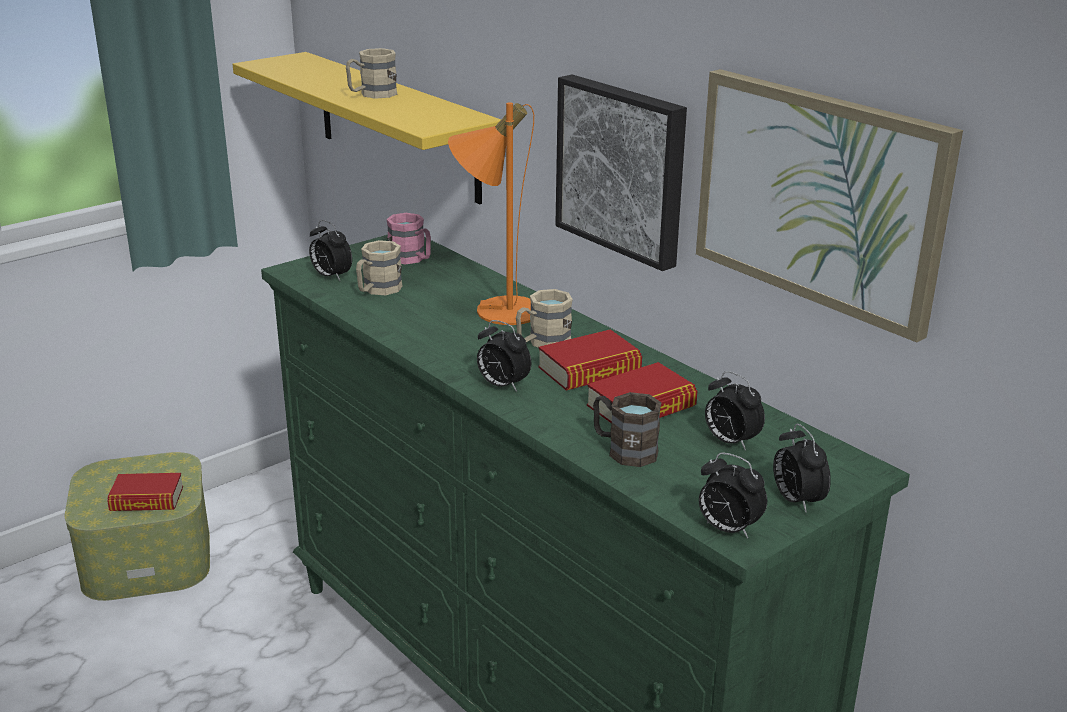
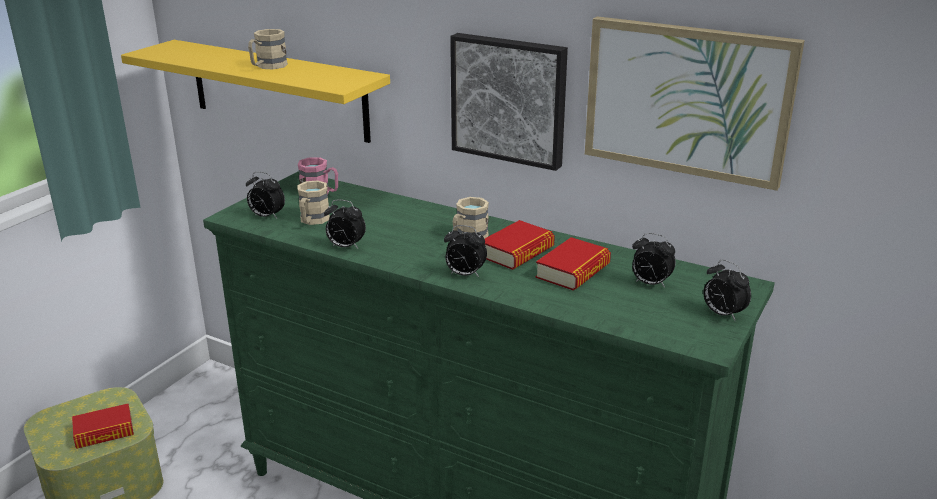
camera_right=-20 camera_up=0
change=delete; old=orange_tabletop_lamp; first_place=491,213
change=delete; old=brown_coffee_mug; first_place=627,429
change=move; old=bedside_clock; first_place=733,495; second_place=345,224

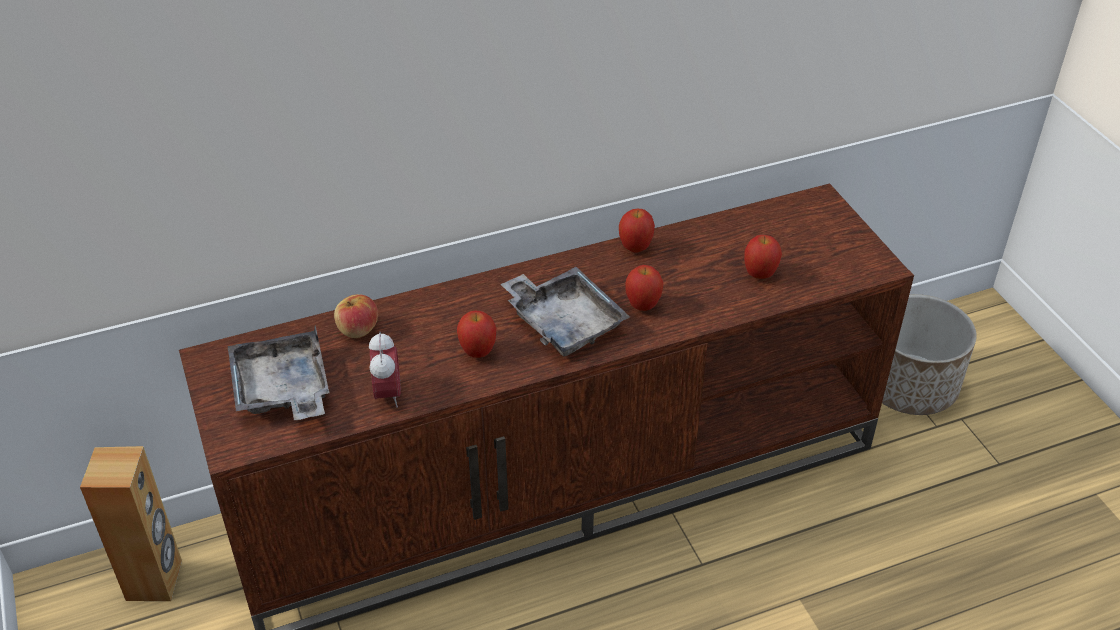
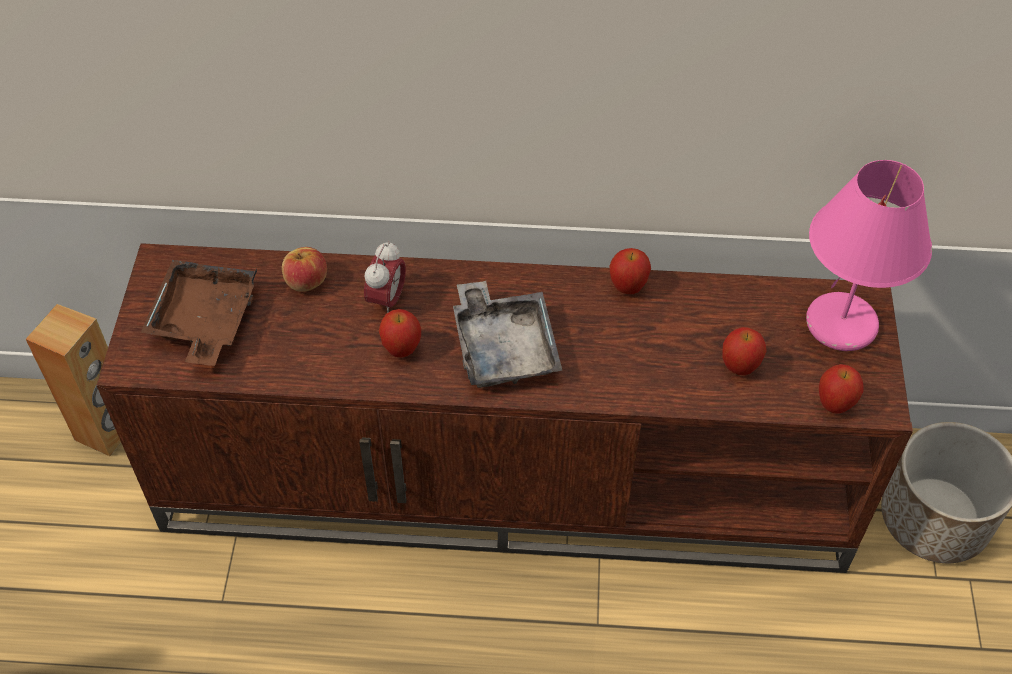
camera_right=25 camera_up=10
change=move; old=apple; first_place=644,288; second_place=841,389
change=recolor; old=greyish_carrying_tray; new=brown_carrying_tray; first_place=278,373; second_place=199,313
change=move; old=bedside_clock; first_place=385,369; second_place=385,277
change=insert; new=pink-coloured_tabletop_lamp; second_place=869,255

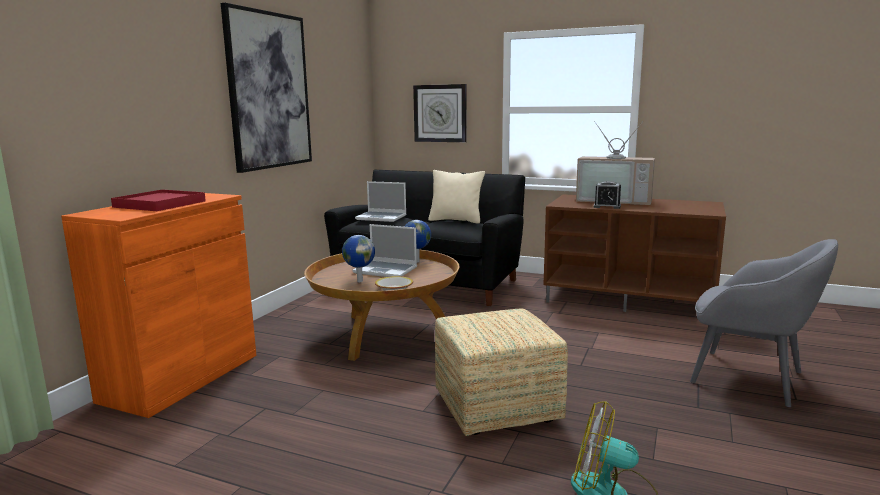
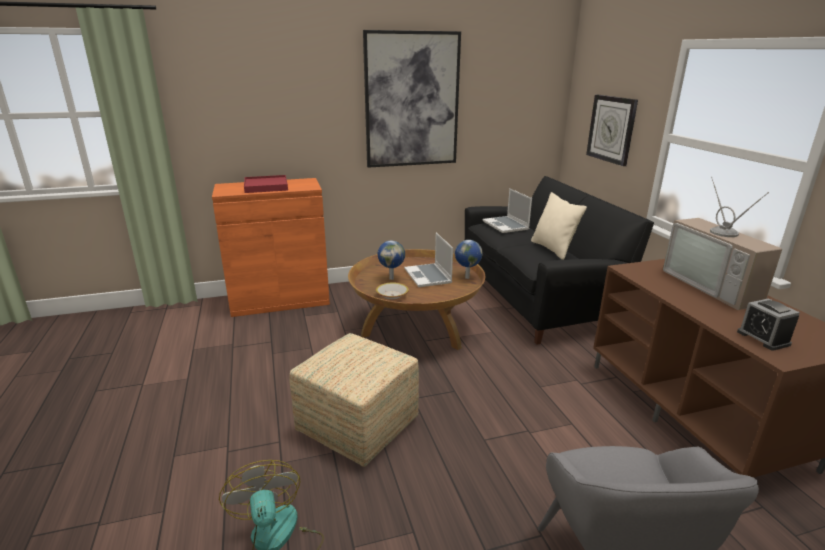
camera_right=50 camera_up=10
change=move; old=bedside_clock; first_place=607,195; second_place=768,324

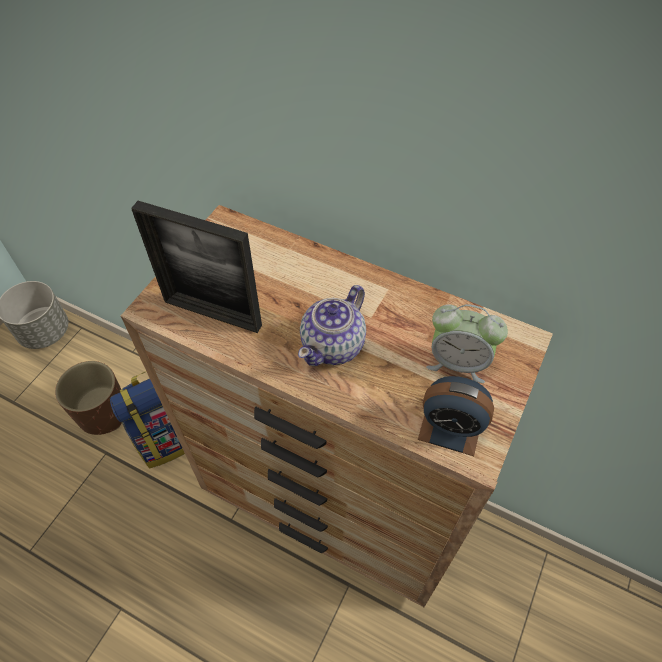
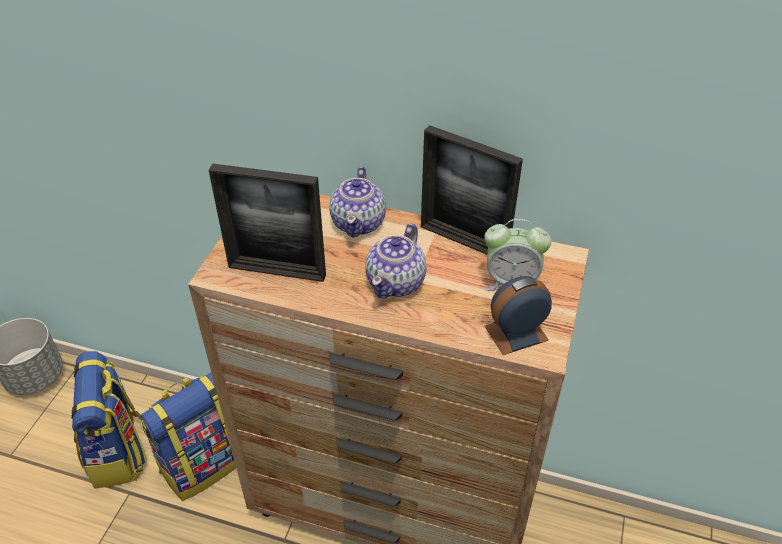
camera_right=-10 camera_up=-10
change=replace; old=brown_flower_pot; new=backpack; first_place=88,398; second_place=109,419
change=rotate; old=bedside_clock; first_place=456,416; second_place=518,315; degrees=150
change=insert; new=picture_frame; second_place=472,190
change=insert; new=pot_for_tea; second_place=357,202

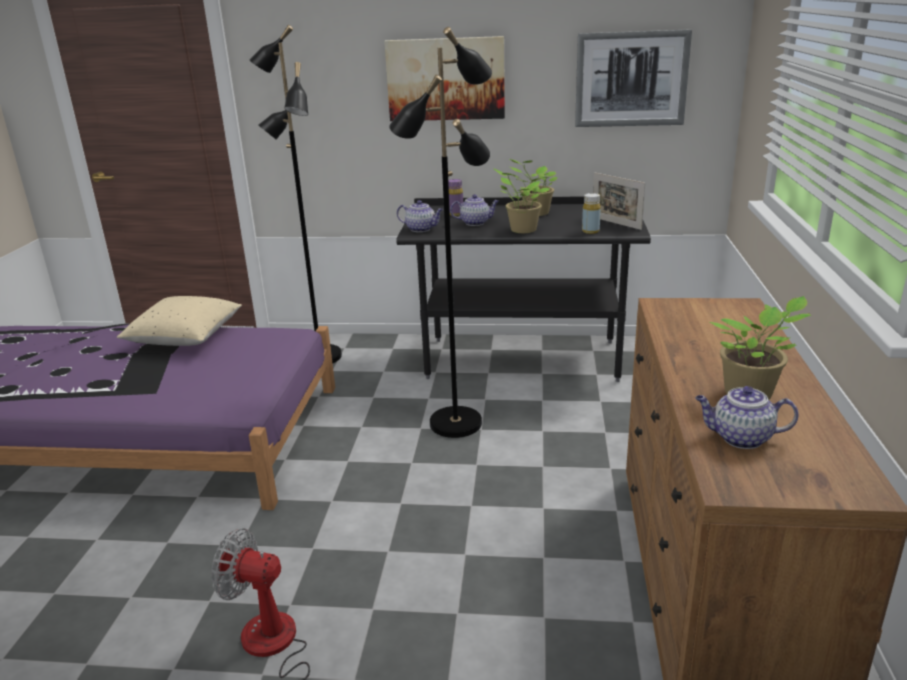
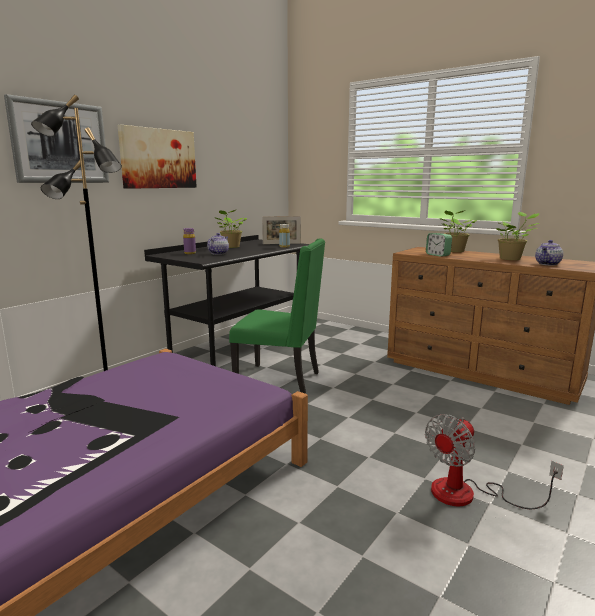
camera_right=-60 camera_up=-10
change=replace; old=blackish_standard_lamp; new=green-coloured_upright_chair; first_place=440,232; second_place=277,316
change=move; old=wall_art; first_place=633,78; second_place=56,138
change=move; old=houseplant; first_place=522,201; second_place=458,231
change=delete; old=pot_for_tea; first_place=420,216
change=delete; old=beige_pillow; first_place=179,321
change=insert; new=bedside_clock; second_place=439,245

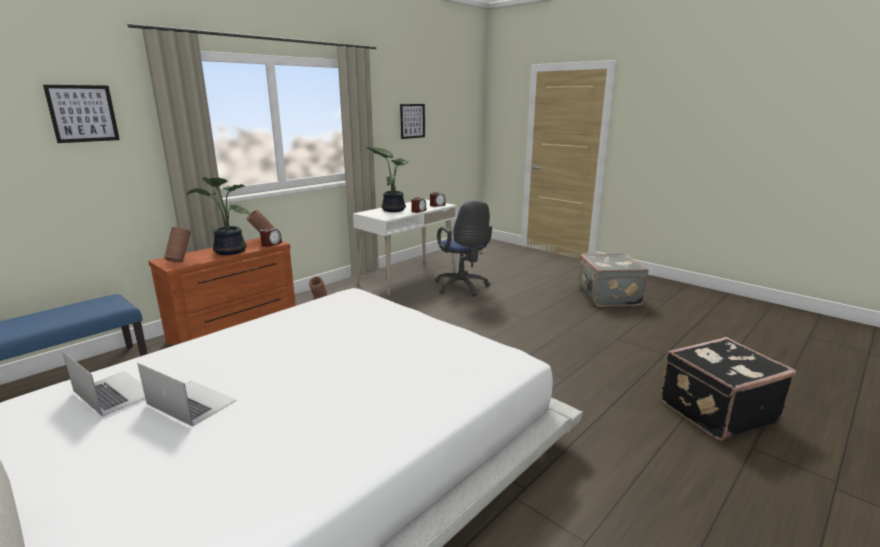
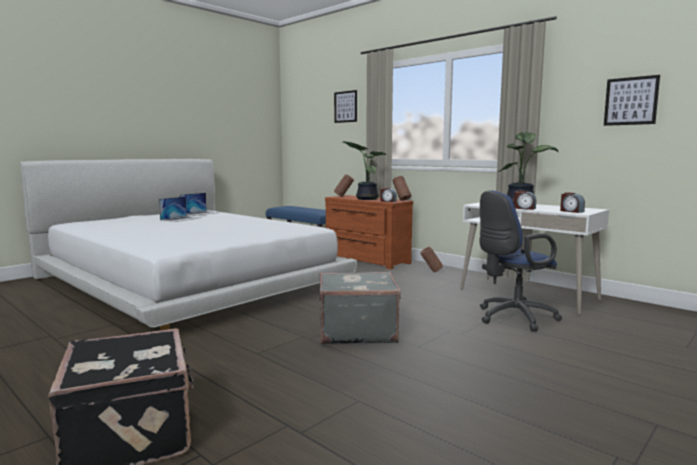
camera_right=90 camera_up=-10
change=move; old=greyish_suitcase; first_place=613,280; second_place=360,308

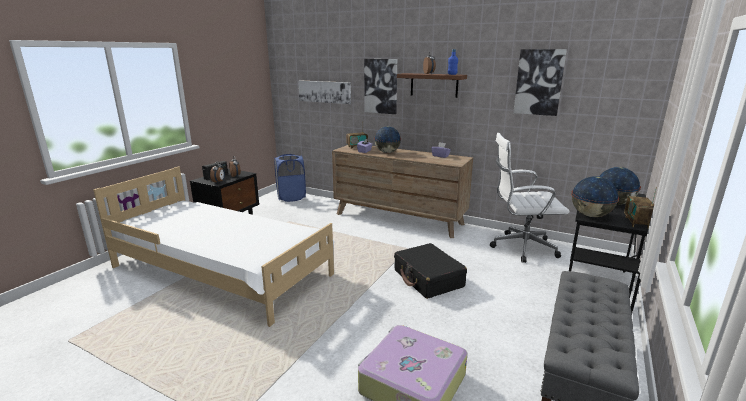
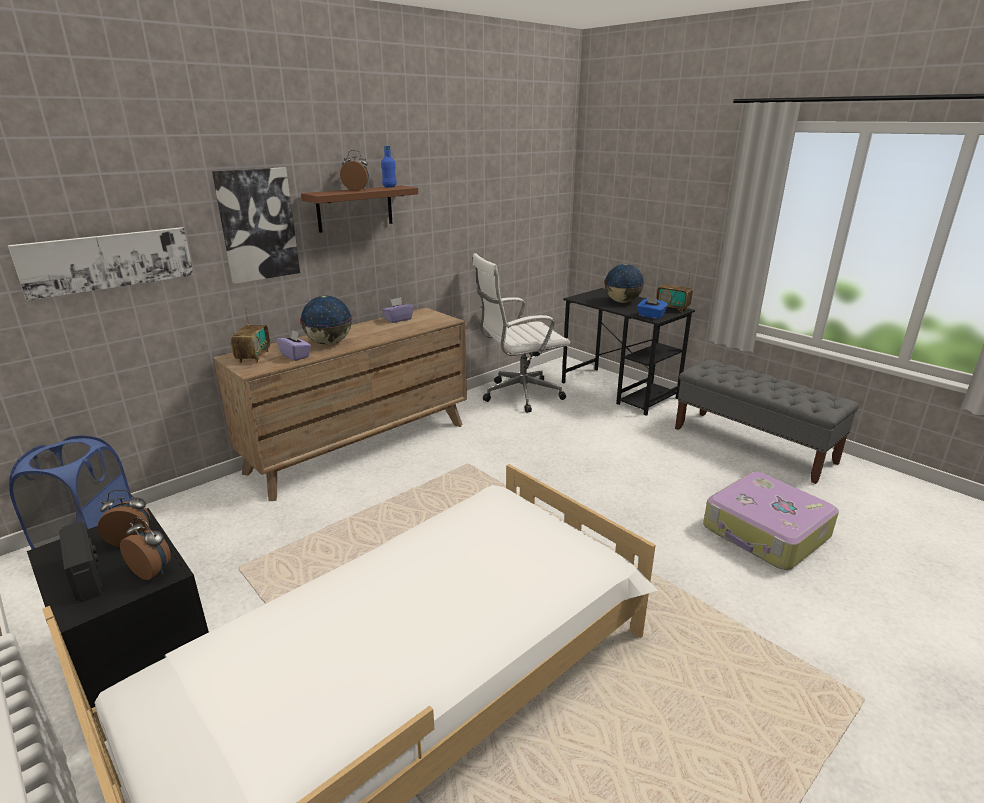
camera_right=-70 camera_up=5
change=delete; old=wall_art; first_place=540,82
change=rotate; old=whitish_computer_chair; first_place=530,198; second_place=521,333; degrees=45
change=replace; old=desk_globe; new=bluish_tissue_box; first_place=595,196; second_place=652,307
change=delete; old=blackish_suitcase; first_place=430,271

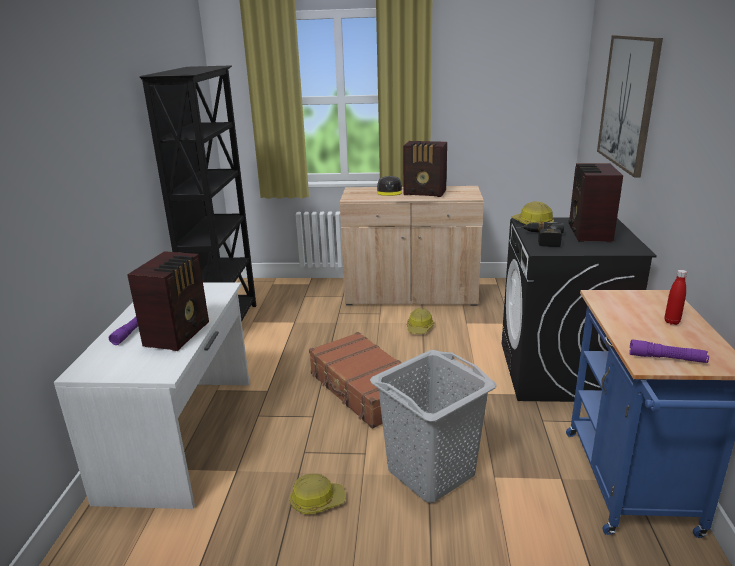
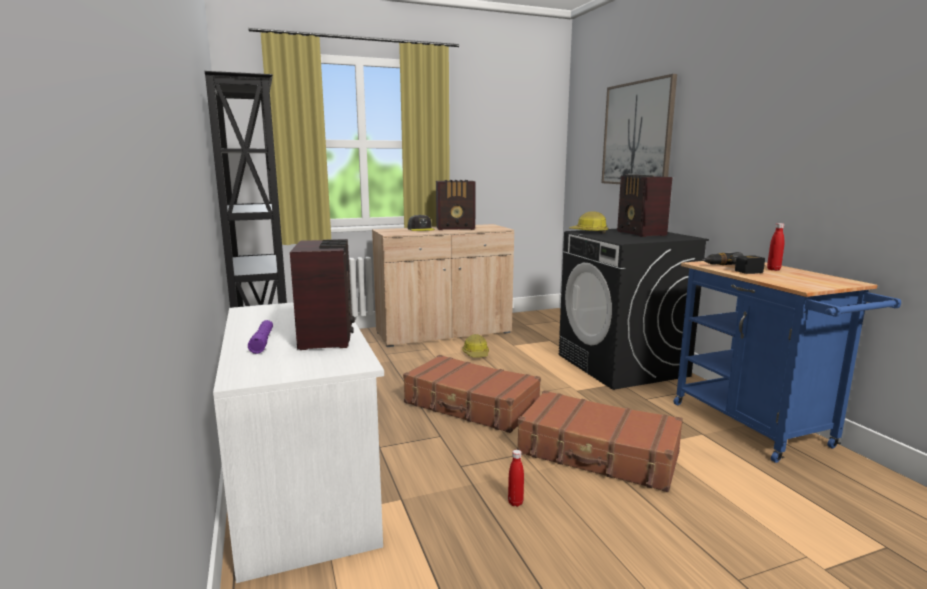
camera_right=-25 camera_up=-10
change=move; old=drill; first_place=542,234; second_place=733,263
change=delete; old=purple-coloured_hand_torch; first_place=669,351
change=replace; old=greyish_hamper; new=brown_suitcase; first_place=433,426; second_place=600,441
change=replace; old=hard_hat; new=red-coloured_bottle; first_place=318,494; second_place=516,478

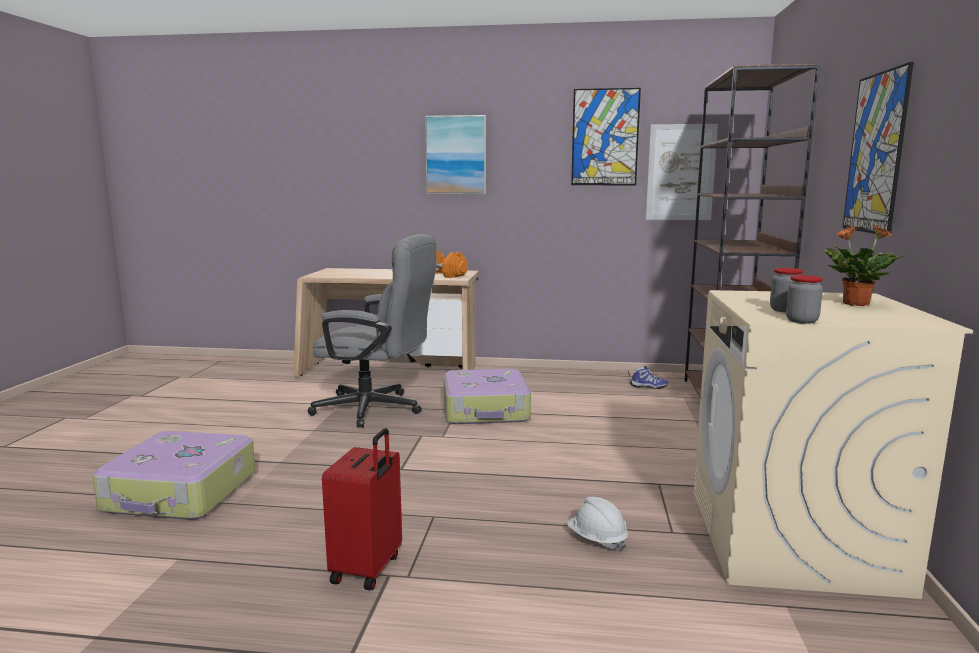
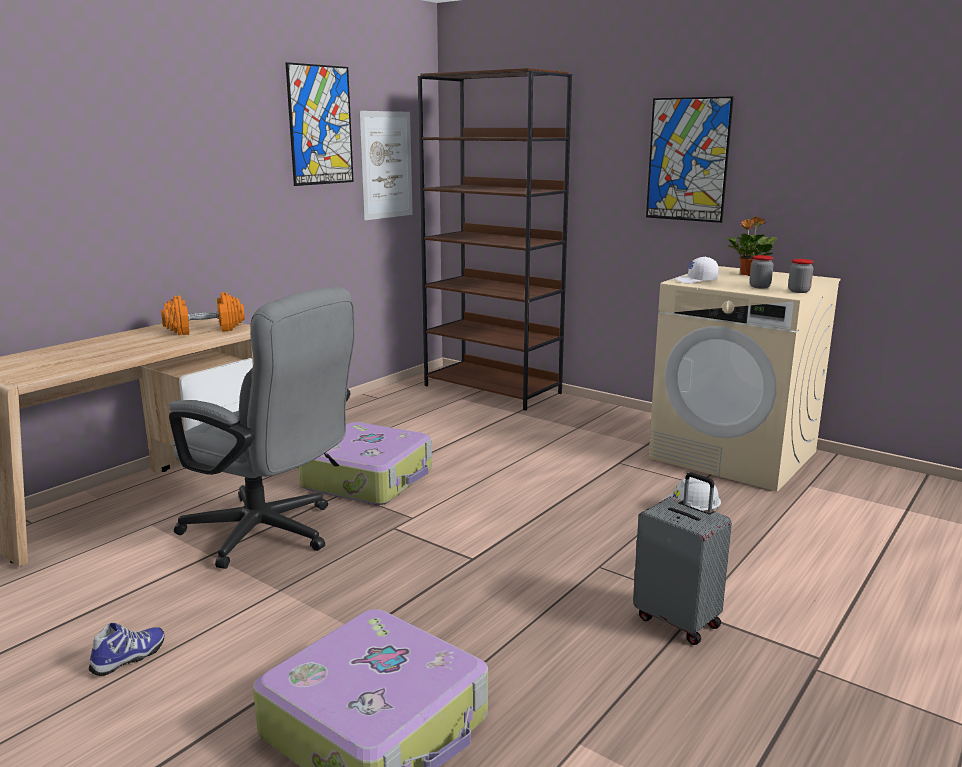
camera_right=-60 camera_up=5
change=delete; old=wall_art; first_place=455,154
change=rotate; old=greyish_computer_chair; first_place=372,331; second_place=262,428; degrees=75
change=move; old=item_of_footwear; first_place=649,377; second_place=127,649
change=recolor; old=red-coloured_suitcase; new=greyish_suitcase; first_place=362,509; second_place=682,558
change=insert; new=whitish_peaked_cap; second_place=696,270

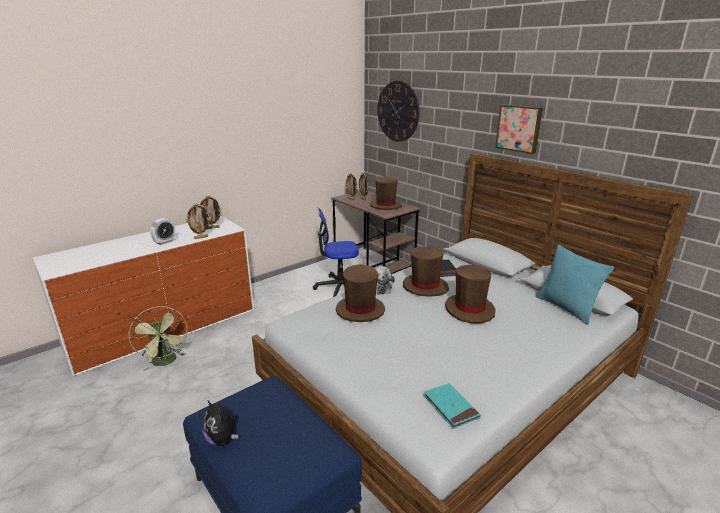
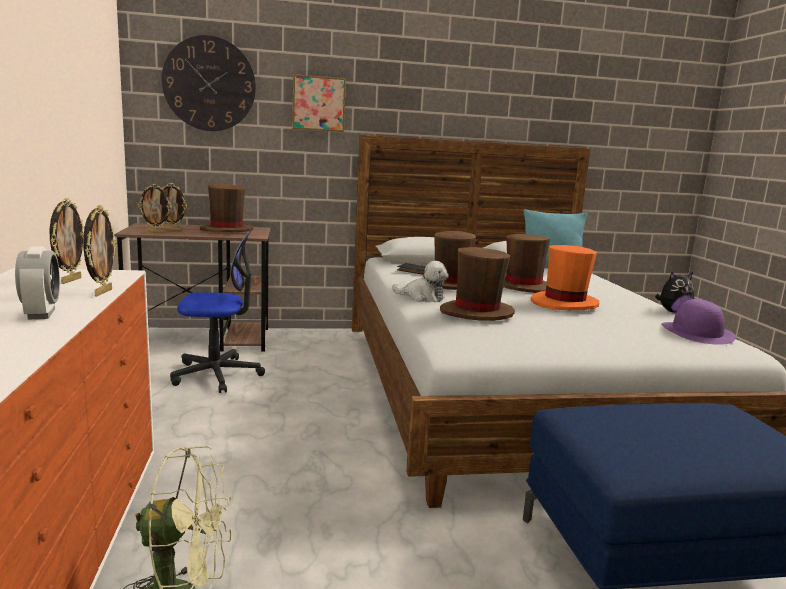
camera_right=-60 camera_up=-10
change=move; old=wall_art; first_place=519,129; second_place=319,103
change=rotate; old=computer_chair; first_place=336,252; second_place=217,311; degrees=-120
change=replace; old=blue-green_book; new=purple-coloured_clothing_hat; first_place=452,406; second_place=698,322
change=move; old=cuddly_toy; first_place=220,423; second_place=674,292
change=insert; new=orange_clothing_hat; second_place=565,277

